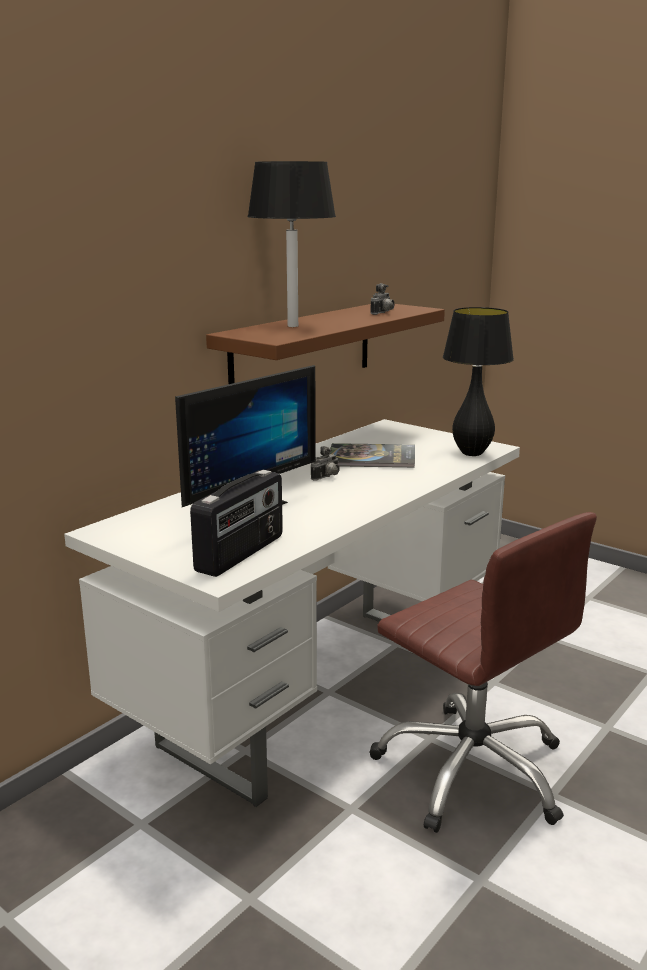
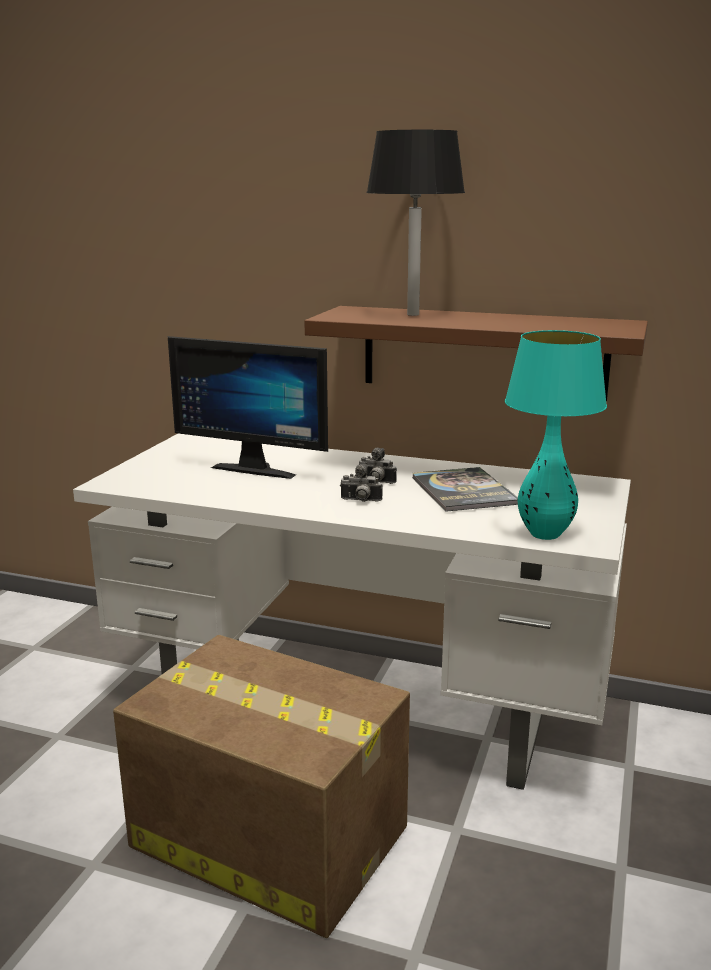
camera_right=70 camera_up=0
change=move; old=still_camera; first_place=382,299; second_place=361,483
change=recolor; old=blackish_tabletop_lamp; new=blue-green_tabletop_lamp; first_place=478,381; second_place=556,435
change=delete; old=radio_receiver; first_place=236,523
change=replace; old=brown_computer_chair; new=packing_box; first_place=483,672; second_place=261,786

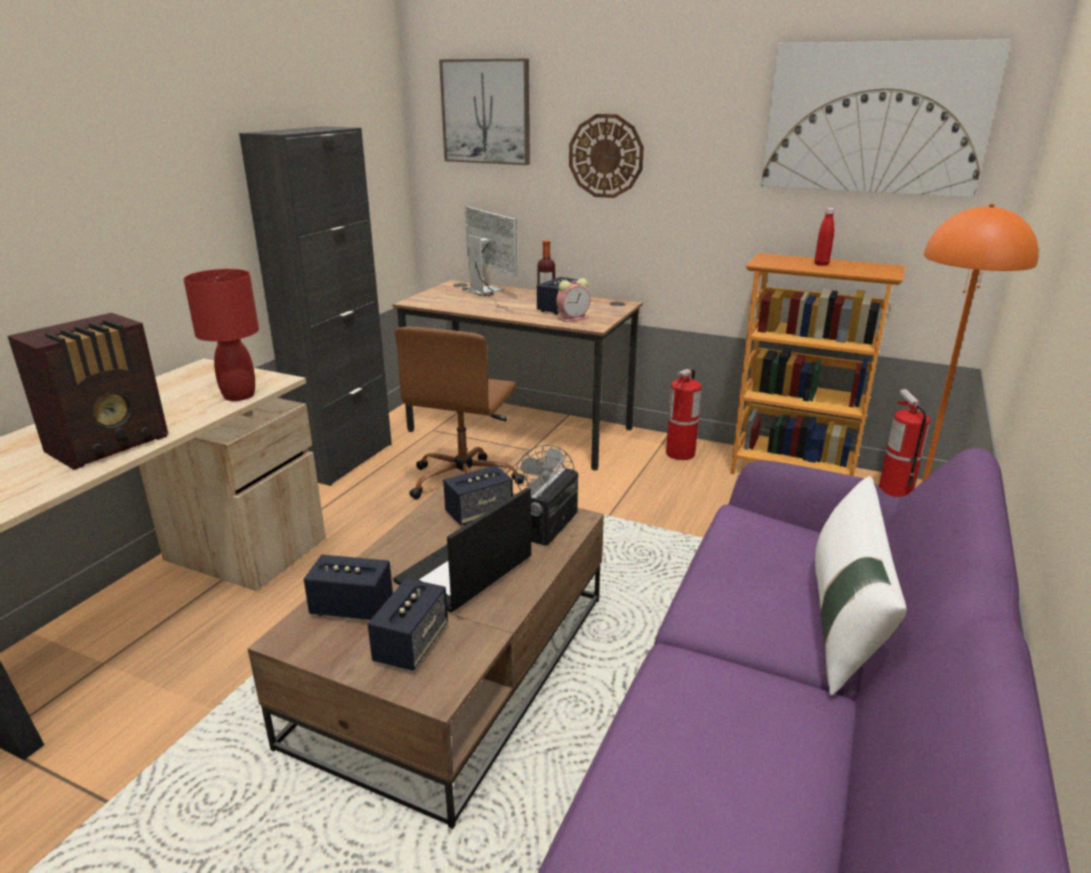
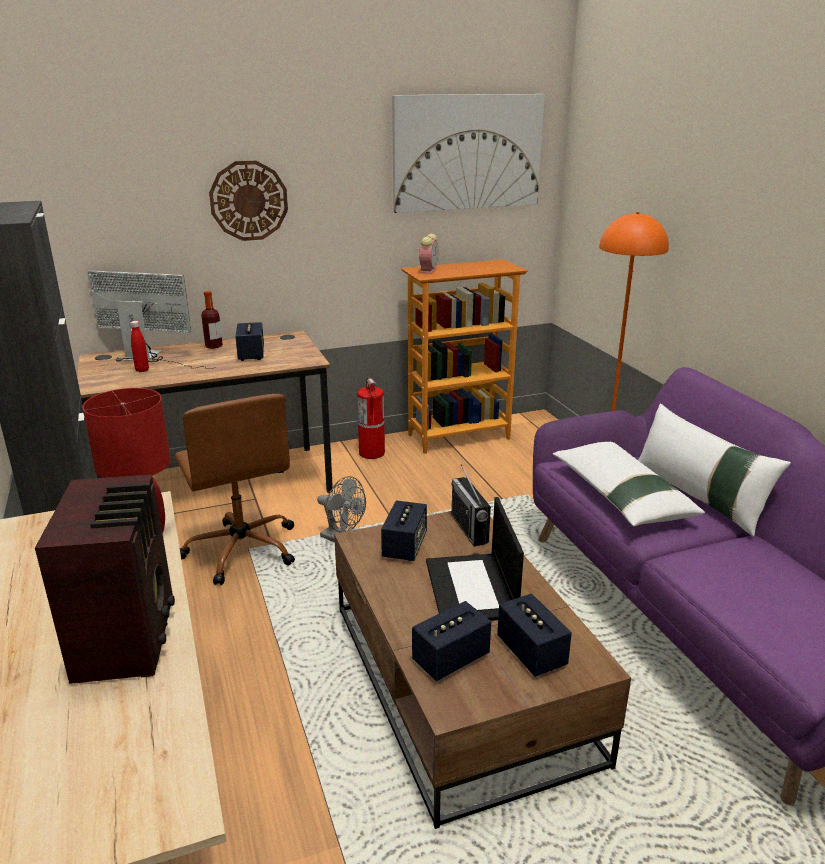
camera_right=-45 camera_up=0
change=delete; old=wall_art; first_place=484,112
change=move; old=red-coloured_bottle; first_place=825,237; second_place=139,346
change=move; old=bedside_clock; first_place=573,300; second_place=428,254
change=delete; old=fire_extinguisher; first_place=904,443
change=insert; new=whitish_pillow; second_place=629,484

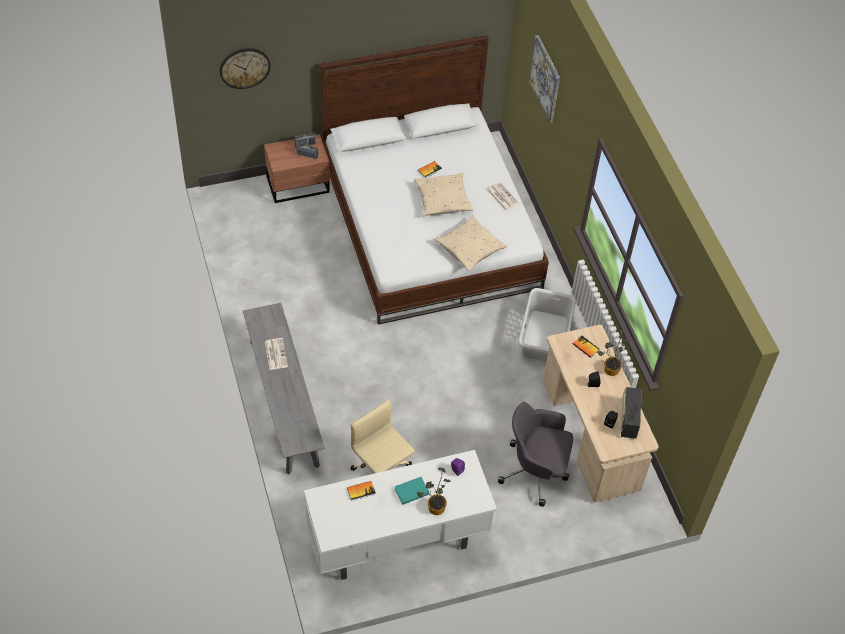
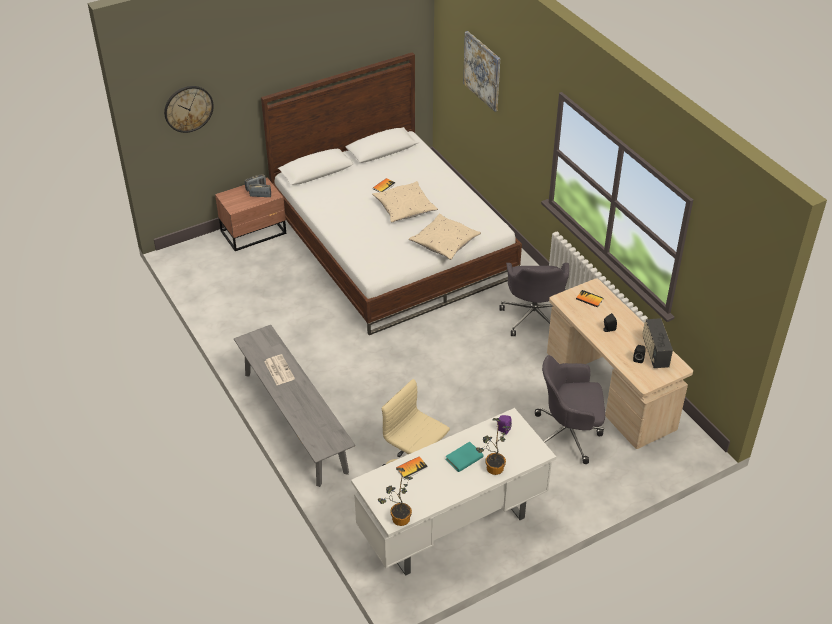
camera_right=-10 camera_up=-10
change=delete; old=printed_paper; first_place=503,196
change=replace; old=greyish_hamper; new=greyish_computer_chair; first_place=547,325; second_place=534,299
change=move; old=houseplant; first_place=613,352; second_place=395,496

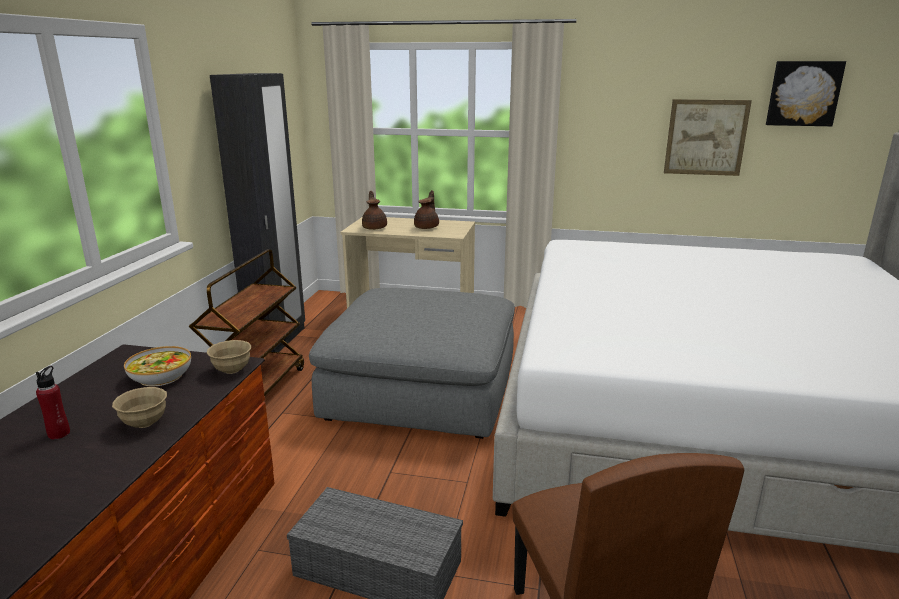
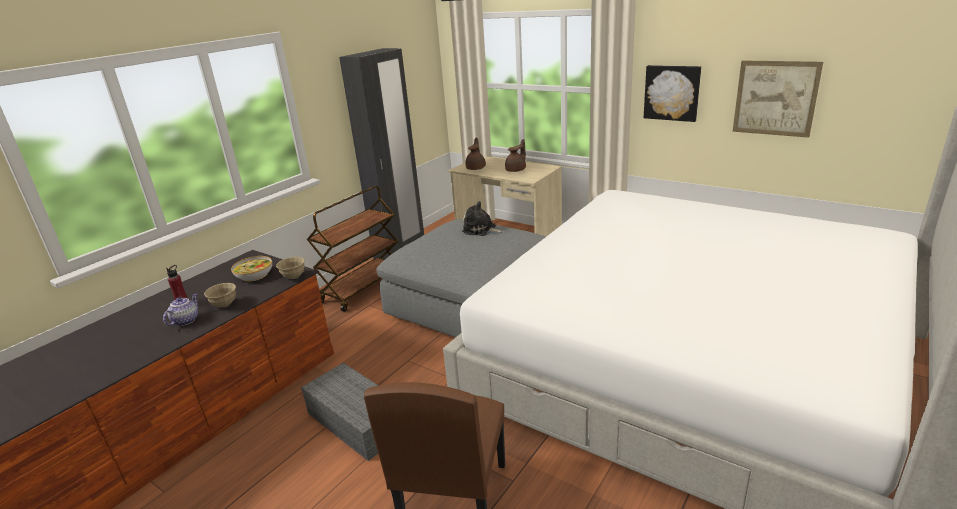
camera_right=25 camera_up=5
change=move; old=wall_art; first_place=806,93; second_place=672,93
change=insert; new=cuddly_toy; second_place=483,218
change=insert; new=pot_for_tea; second_place=180,309

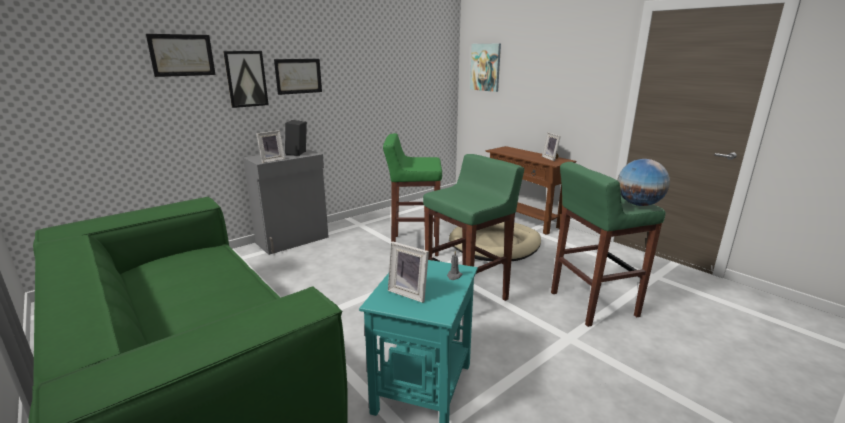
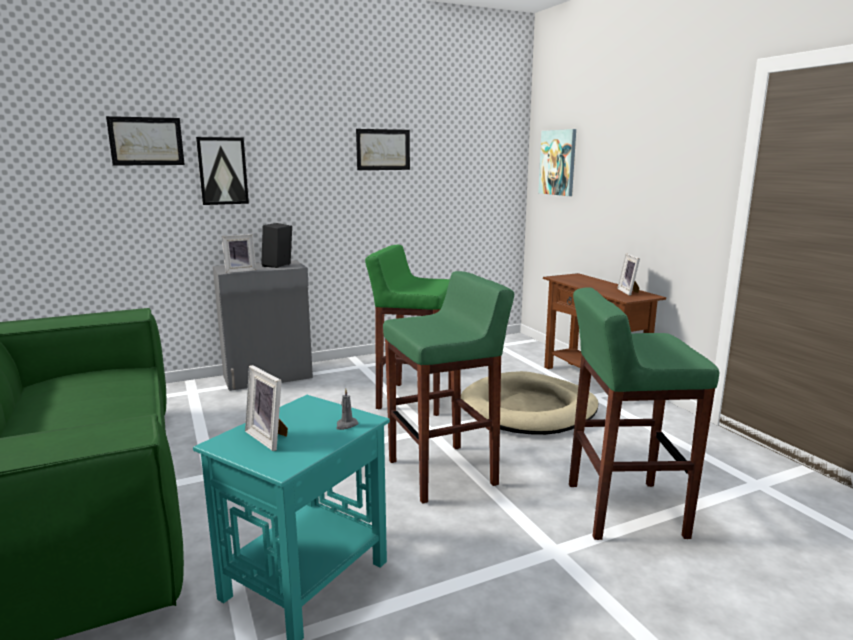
camera_right=15 camera_up=-5
change=move; old=wall_art; first_place=298,77; second_place=383,149
change=delete; old=desk_globe; first_place=643,182

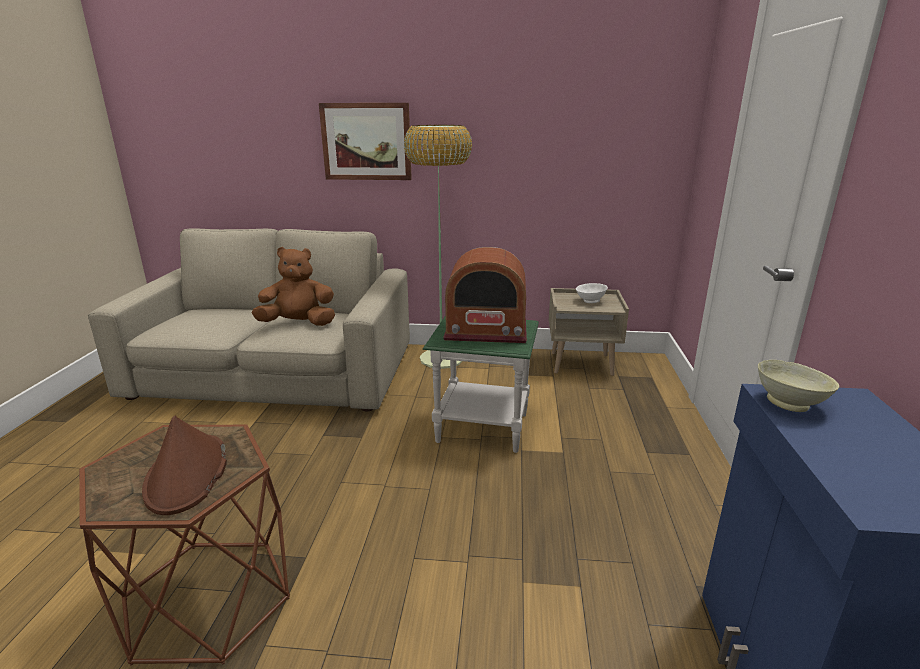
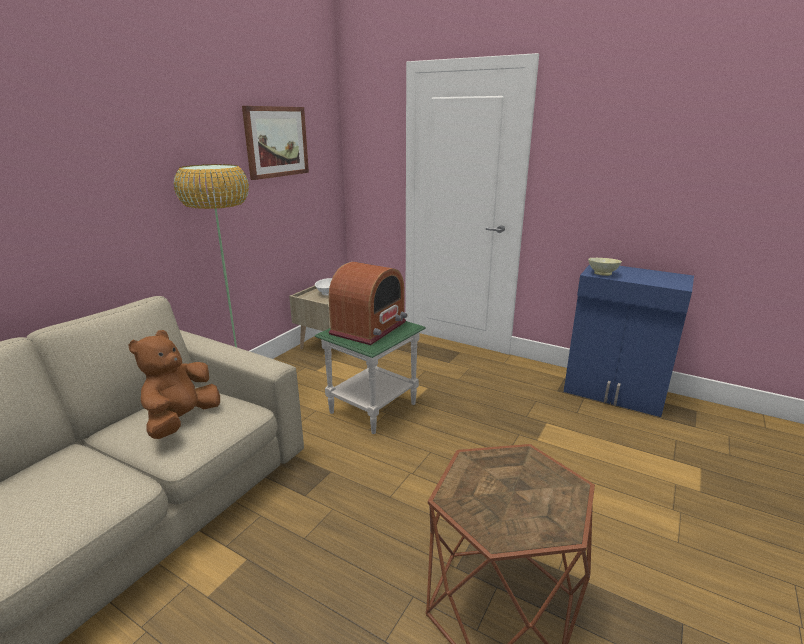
camera_right=-65 camera_up=0
change=move; old=wall_art; first_place=365,141; second_place=275,143
change=delete; old=brown_clothing_hat; first_place=184,465

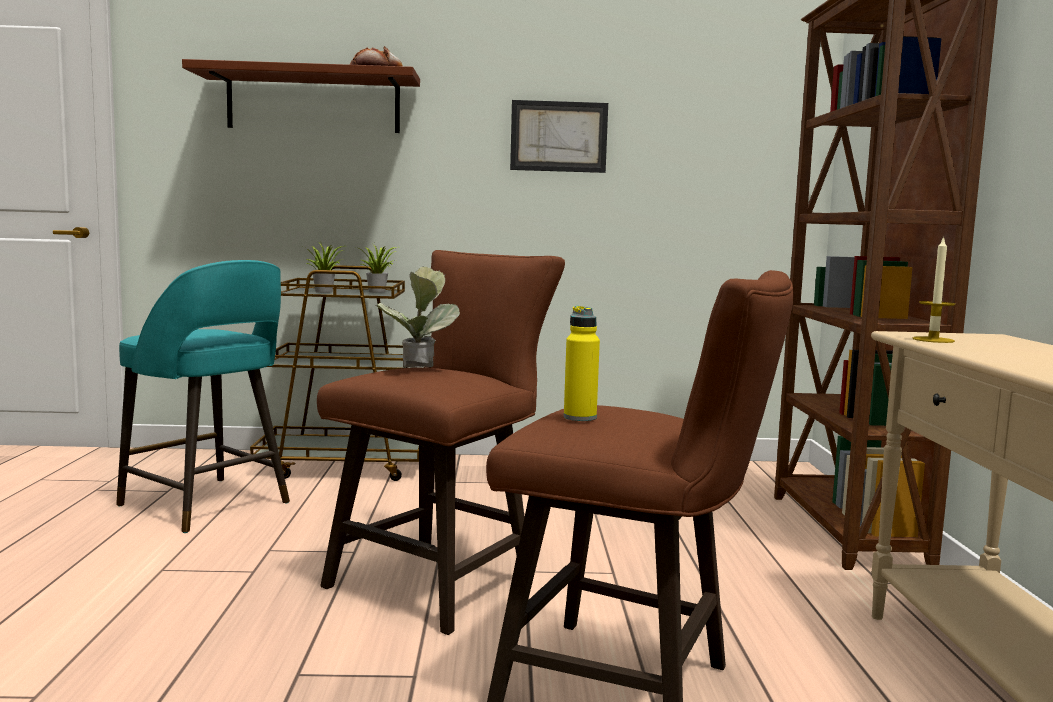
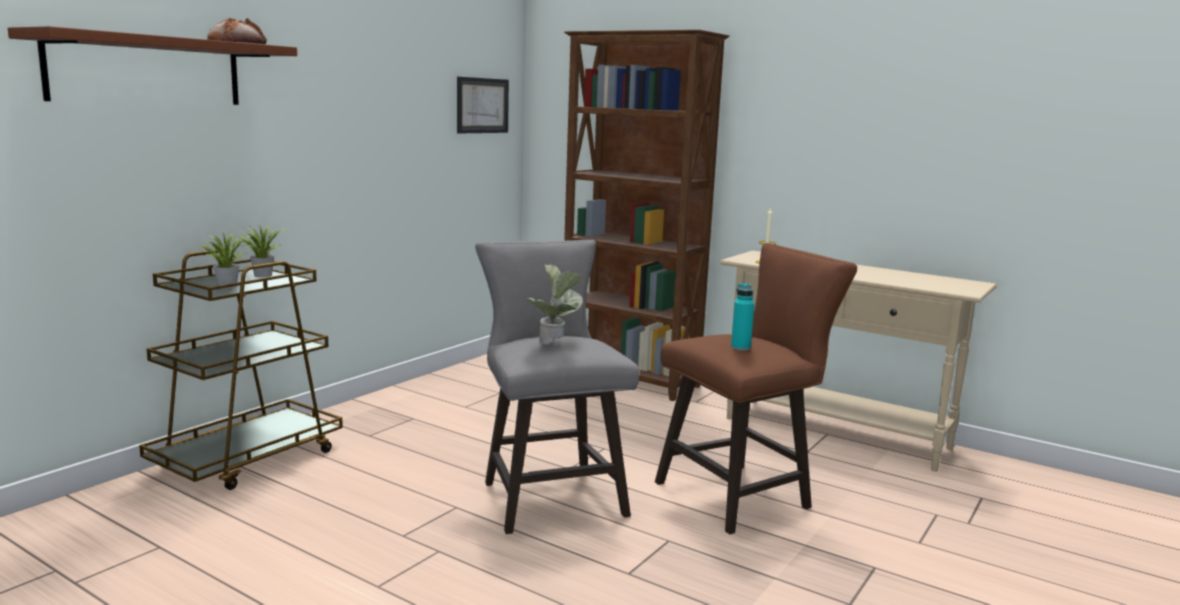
camera_right=-55 camera_up=5
change=move; old=wall_art; first_place=559,136; second_place=483,105
change=recolor; old=brown_stool; new=greyish_stool; first_place=441,442; second_place=557,387
change=delete; old=blue-green_stool; first_place=203,396
change=recolor; old=yellow_bottle; new=blue-green_bottle; first_place=582,363; second_place=743,317

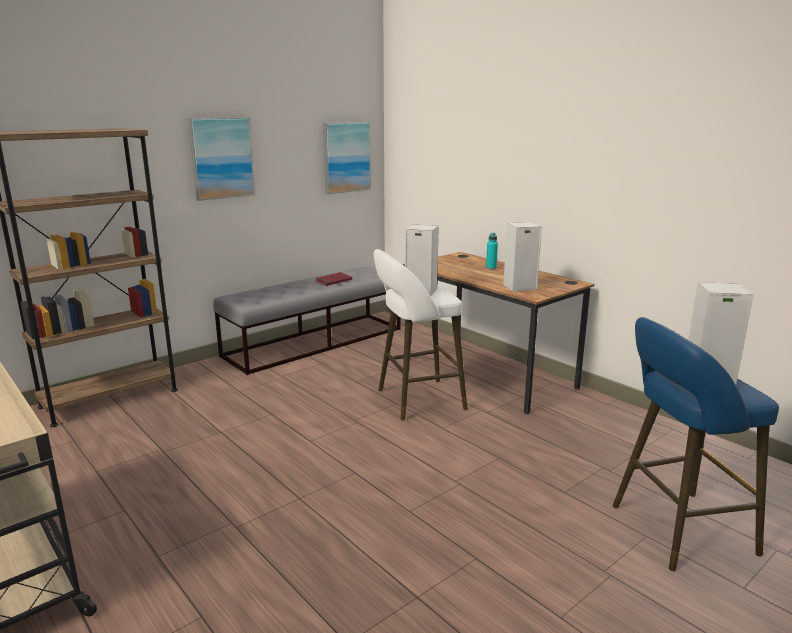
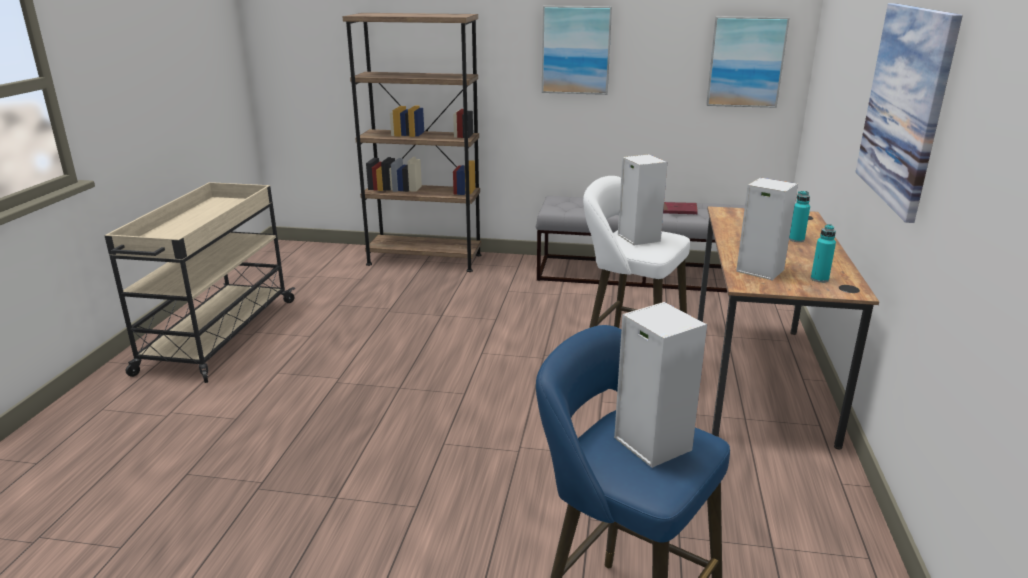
camera_right=50 camera_up=5
change=insert; new=wall_art; second_place=909,113
change=insert; new=blue-green_bottle; second_place=823,253

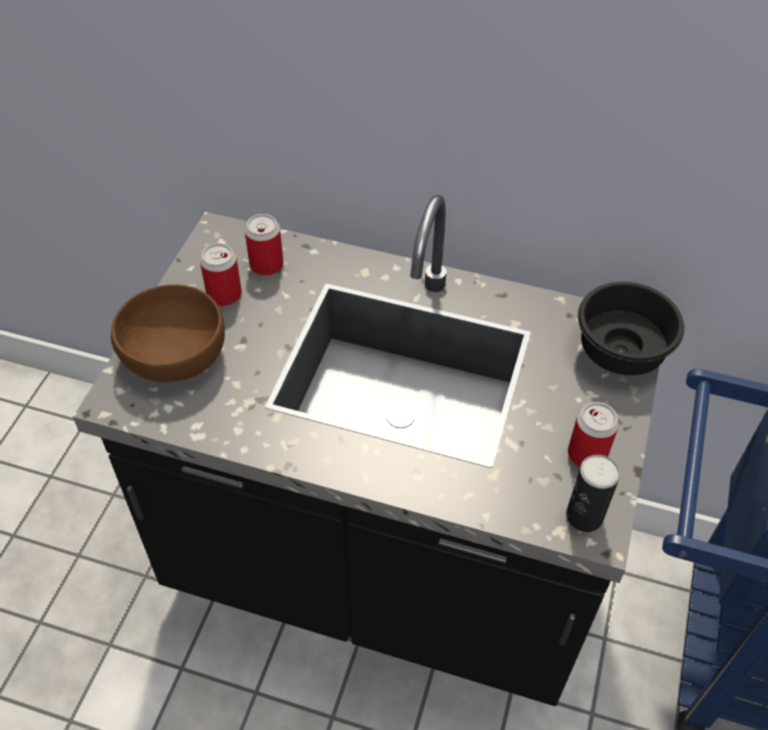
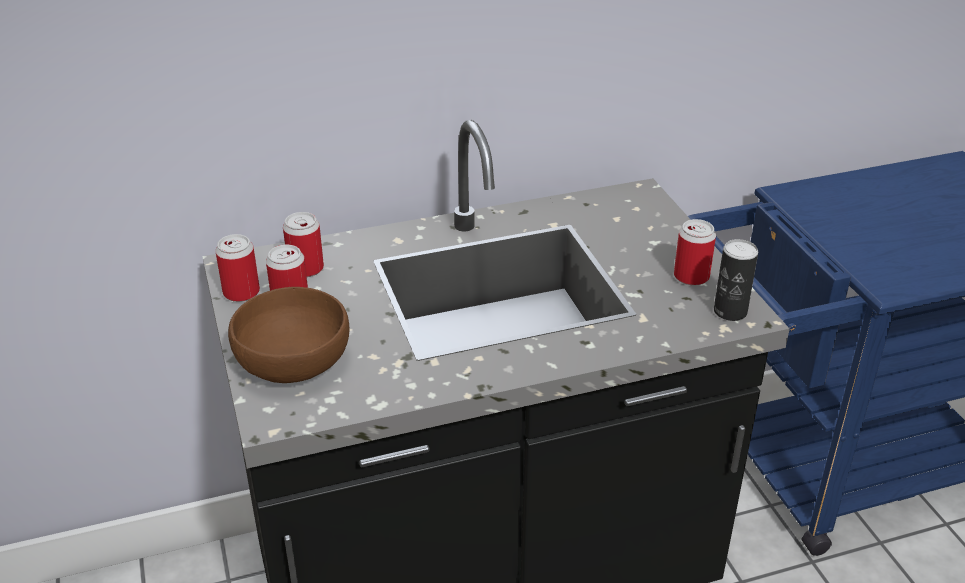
camera_right=-35 camera_up=-15
change=delete; old=blackish_bowl; first_place=631,328
change=insert; new=can; second_place=237,268

